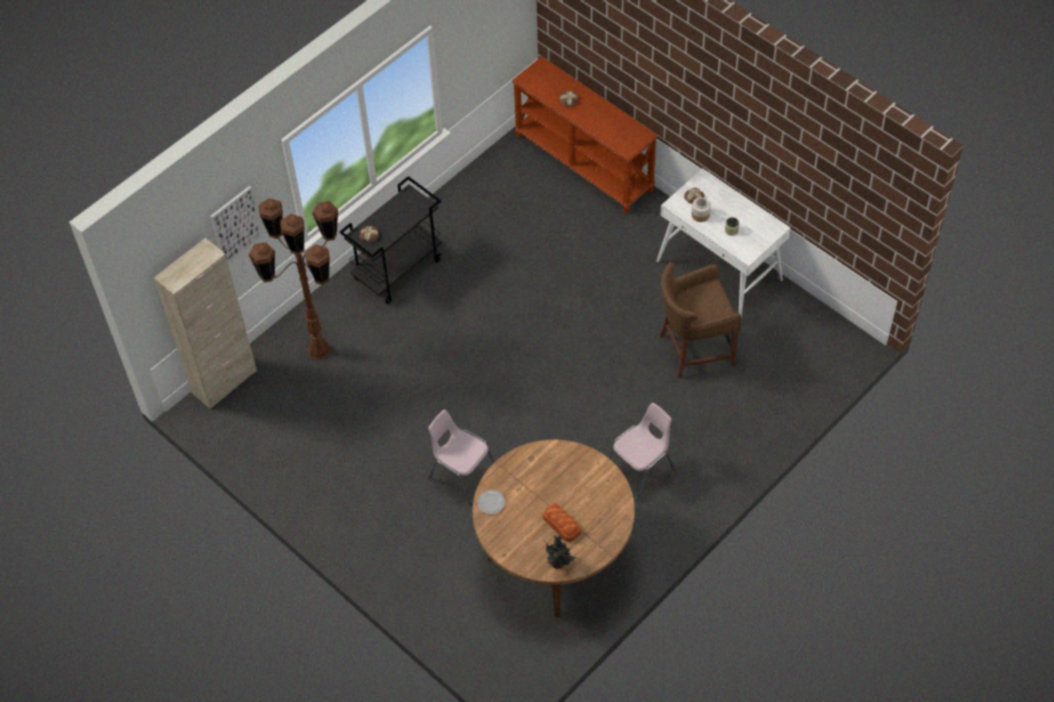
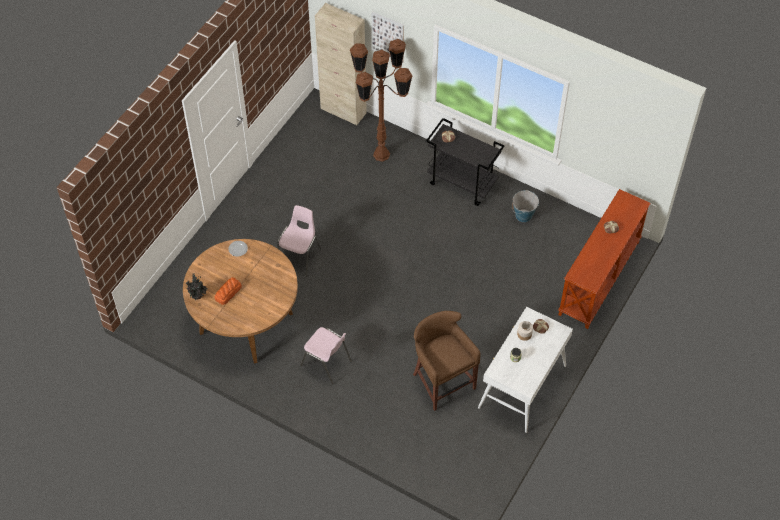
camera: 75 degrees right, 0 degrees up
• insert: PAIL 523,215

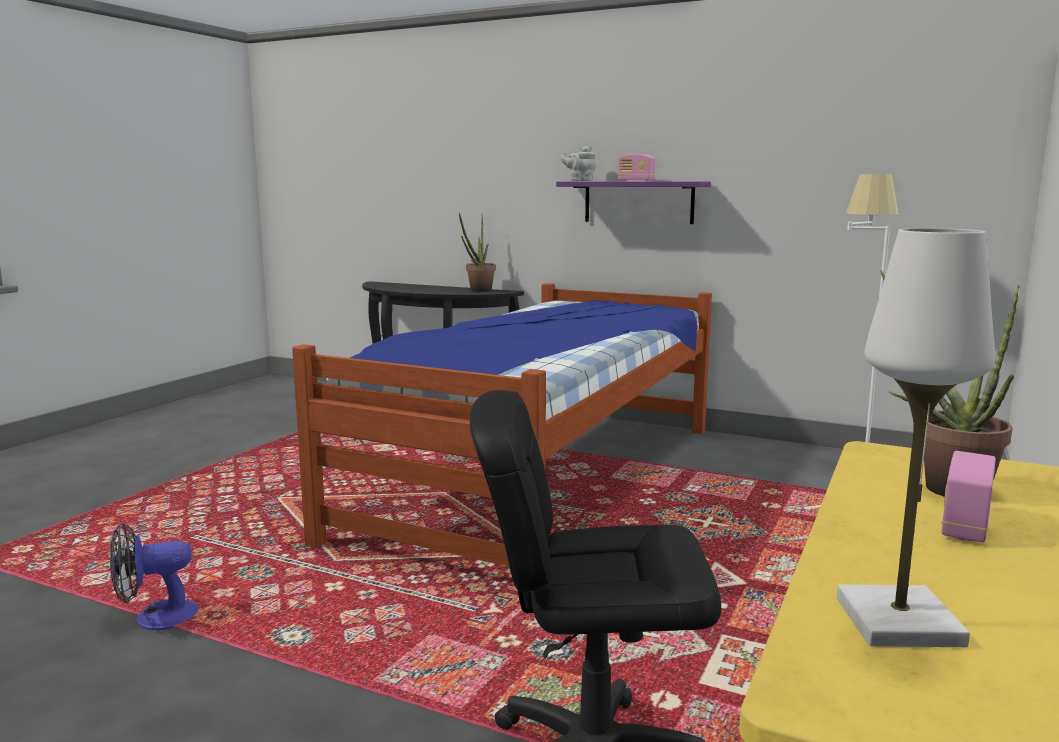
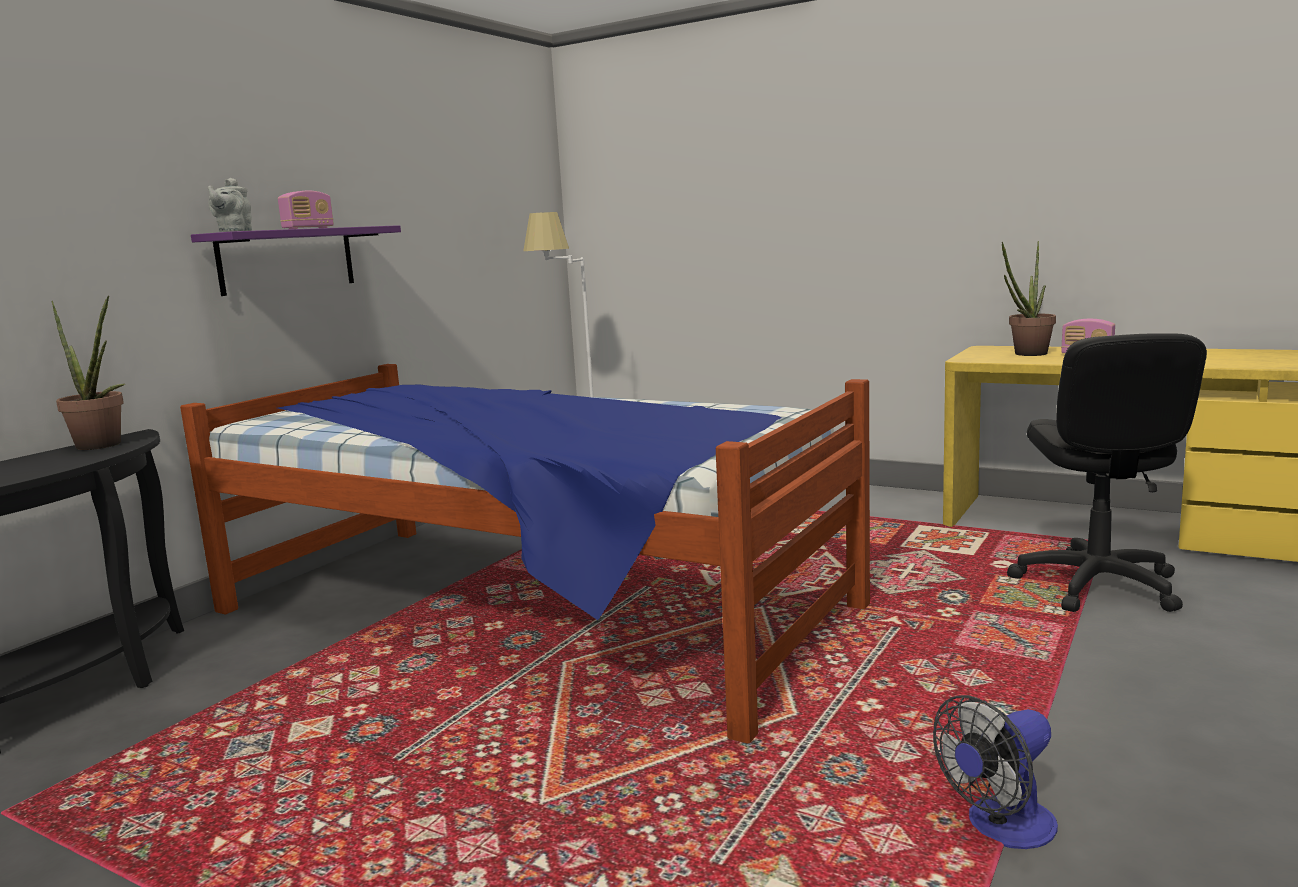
camera: 85 degrees left, 0 degrees up
• rotate: FAN 155,617 = 1000,828 75 degrees clockwise
• delete: WHITE-COLOURED TABLE LAMP 899,622

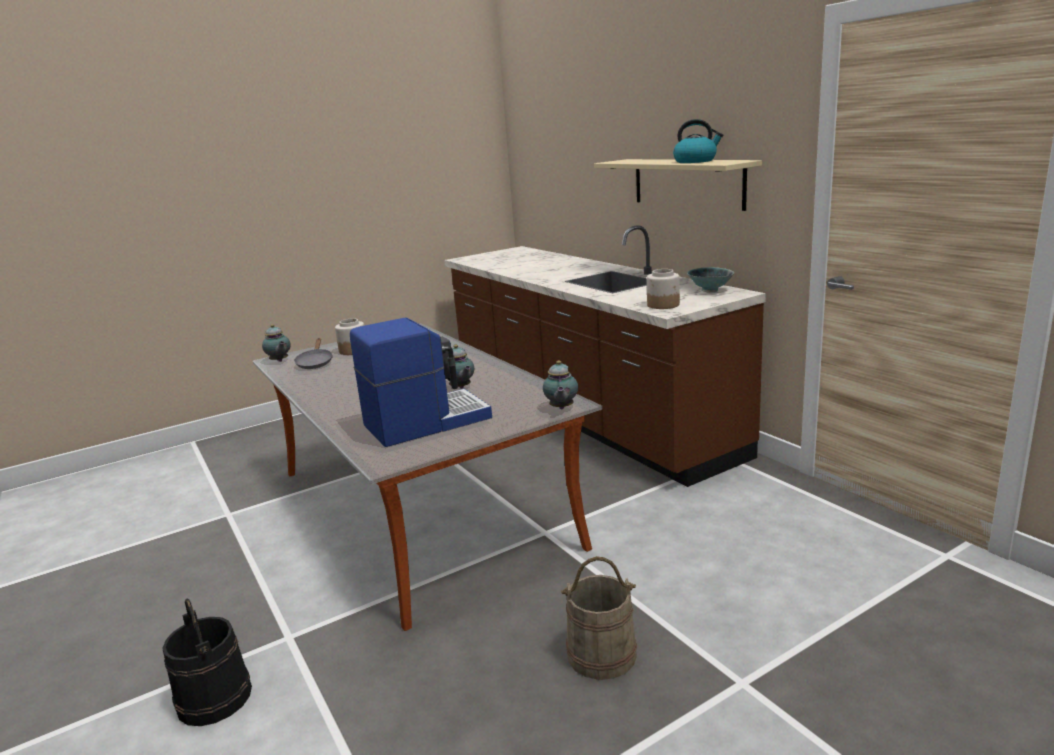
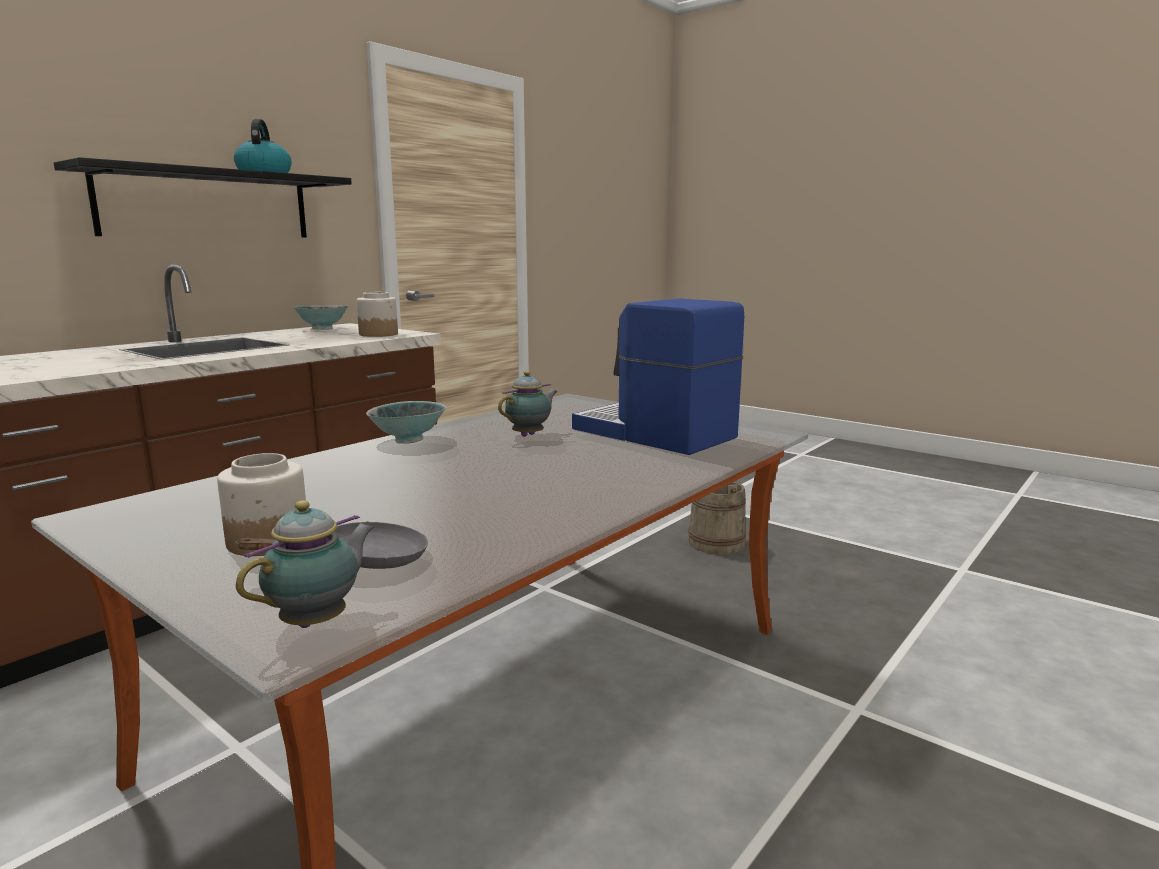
camera: 110 degrees left, 5 degrees down
• recolor: BEIGE-COLOURED SHELF 687,183 to BLACKISH SHELF 207,205
• insert: SERVING BOWL 409,440
• delete: BLACKISH PAIL 214,698
• delete: POT FOR TEA 561,408

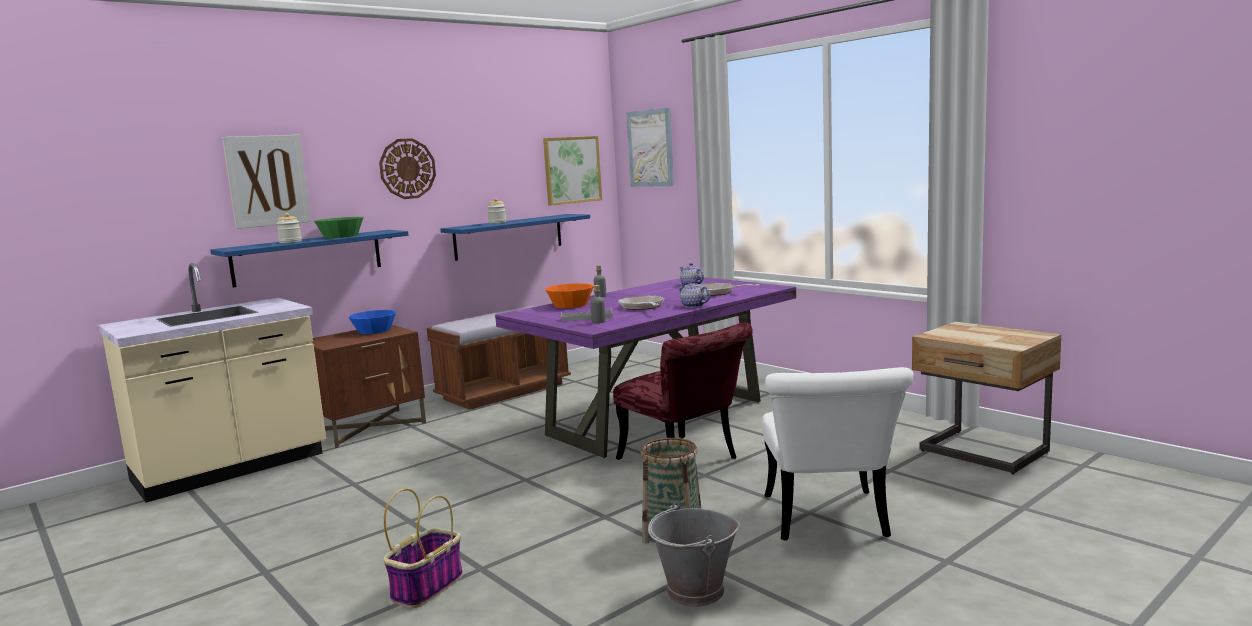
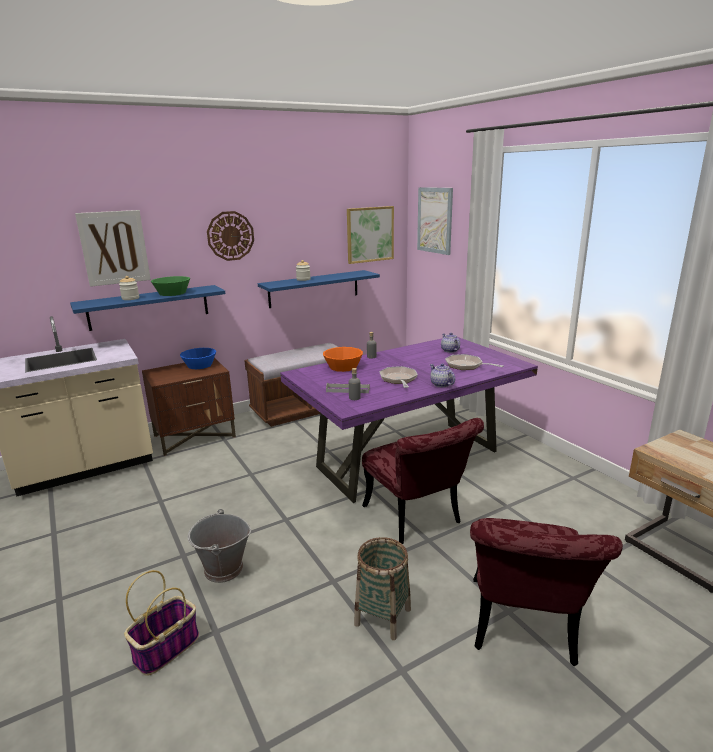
camera: 10 degrees right, 10 degrees up
• move: GREY PAIL 695,591 to 223,569
• recolor: WHITE-COLOURED CHAIR 829,522 to RED CHAIR 523,630

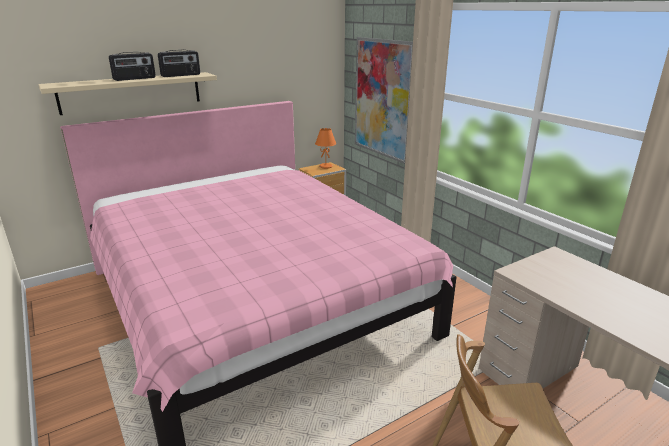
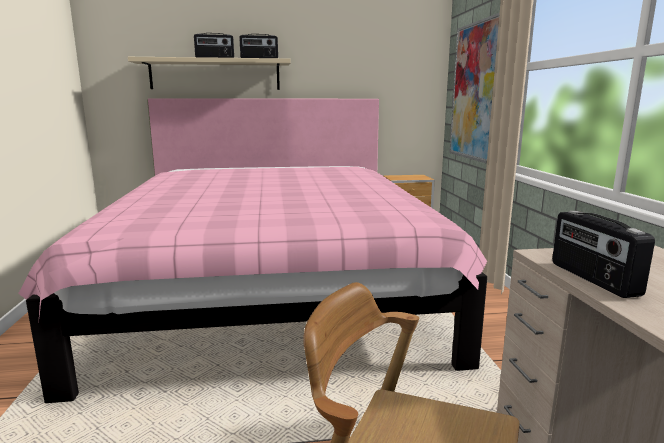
camera: 25 degrees right, 10 degrees down
• insert: RADIO RECEIVER 592,279
• delete: ORANGE TABLE LAMP 326,166

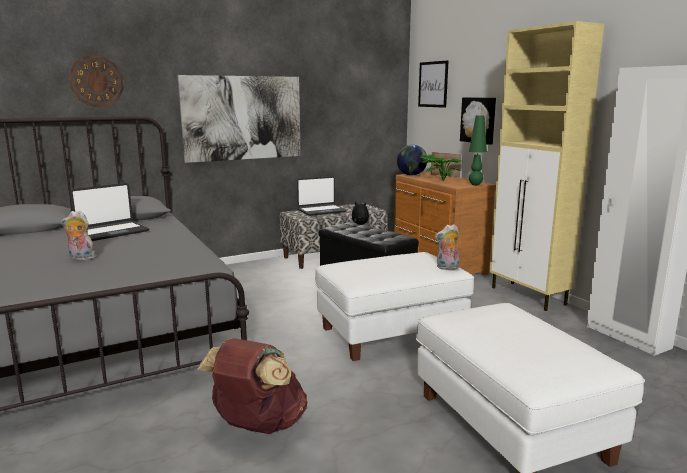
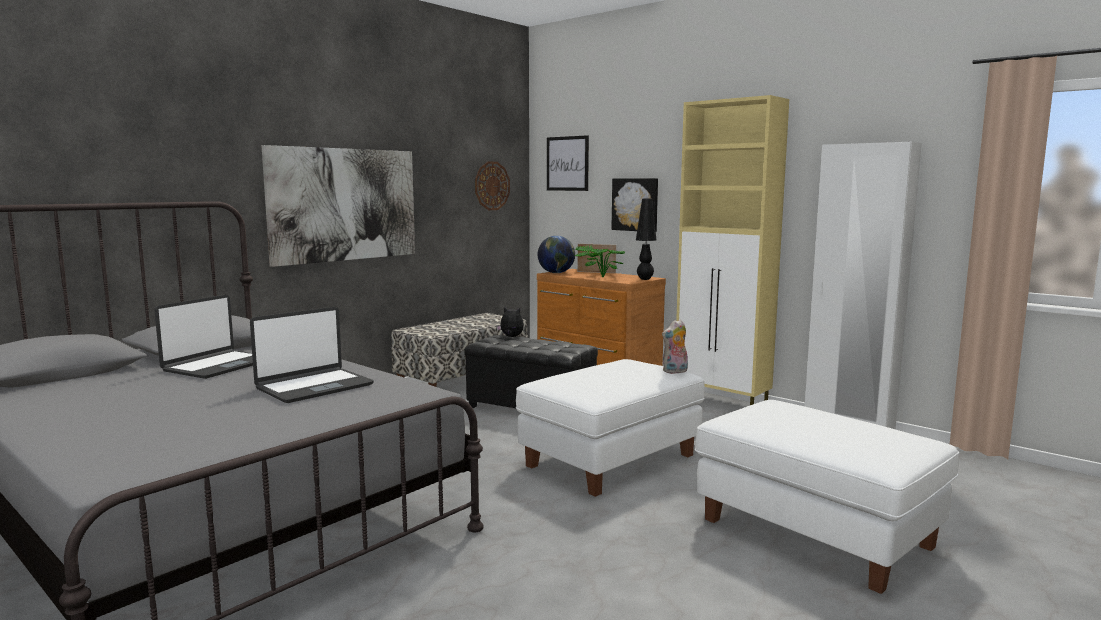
camera: 20 degrees left, 5 degrees down
• move: NOTEBOOK COMPUTER 321,211 to 314,387
• move: HANGING CLOCK 96,81 to 492,186
• recolor: GREEN-COLOURED TABLE LAMP 475,184 to BLACKISH TABLE LAMP 644,279
• delete: PLUSH TOY 80,258
• delete: BROWN-COLOURED BACKPACK 257,426

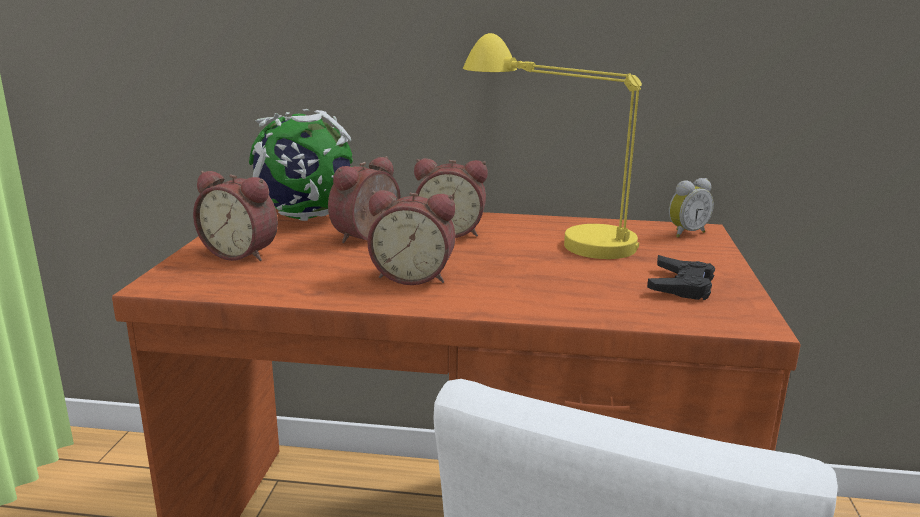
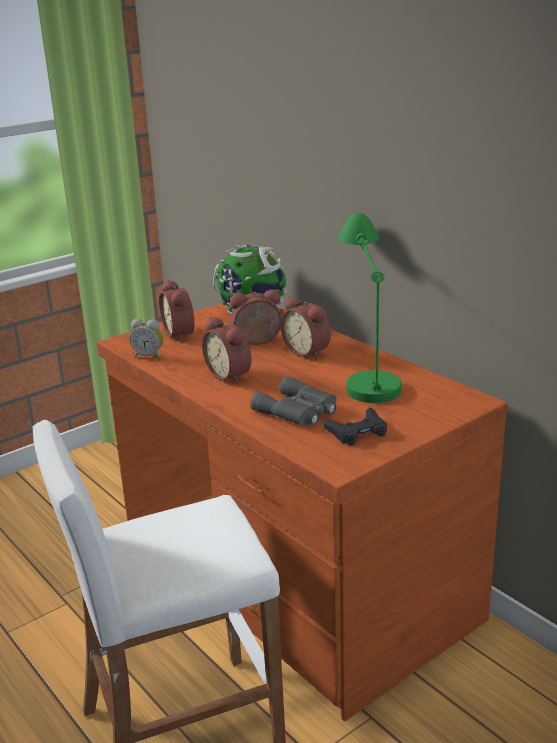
camera: 45 degrees right, 5 degrees up
• move: BEDSIDE CLOCK 685,233 to 149,356
• insert: GREY BINOCULARS 298,411
• recolor: YELLOWISH TABLE LAMP 548,232 to GREEN-COLOURED TABLE LAMP 366,369

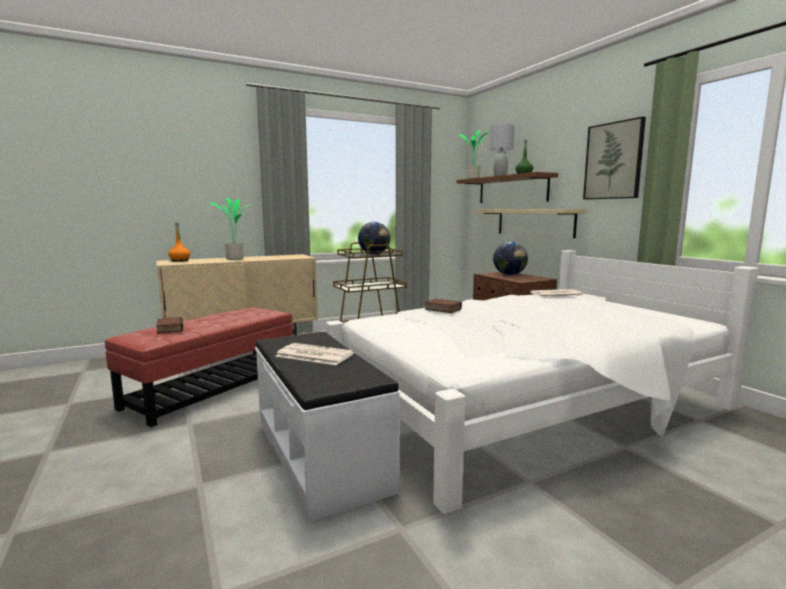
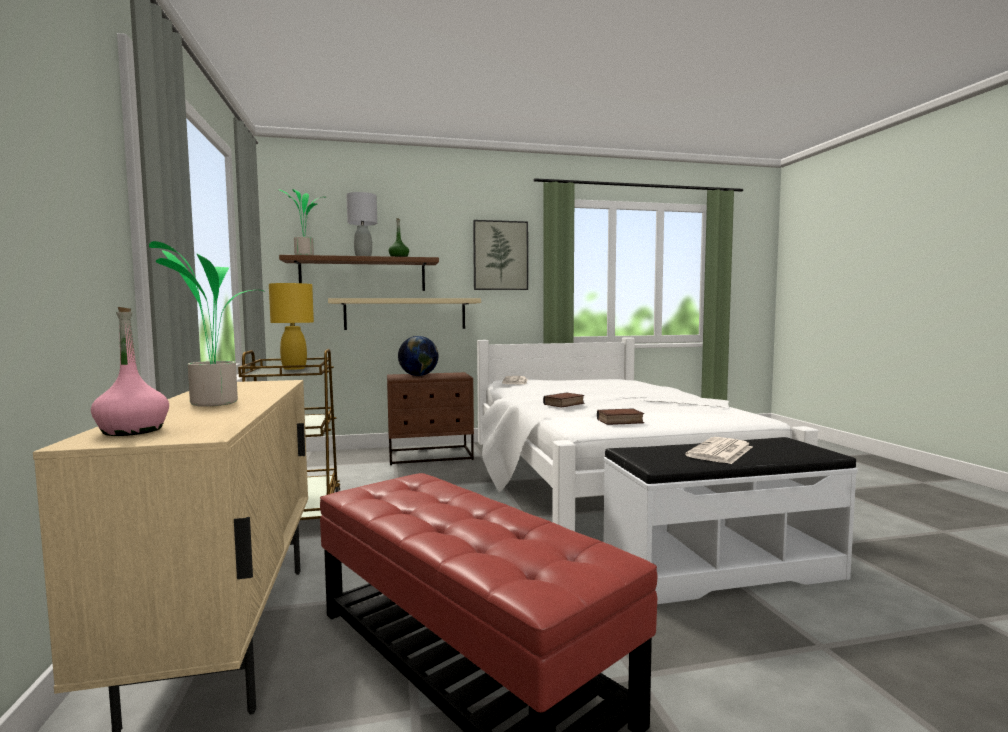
camera: 75 degrees left, 5 degrees down
• recolor: ORANGE DRINK BOTTLE 180,260 to PINKISH DRINK BOTTLE 133,431
• replace: WORLD GLOBE 374,254 to YELLOWISH TABLE LAMP 293,368
• move: BOUND BOOK 169,328 to 620,421

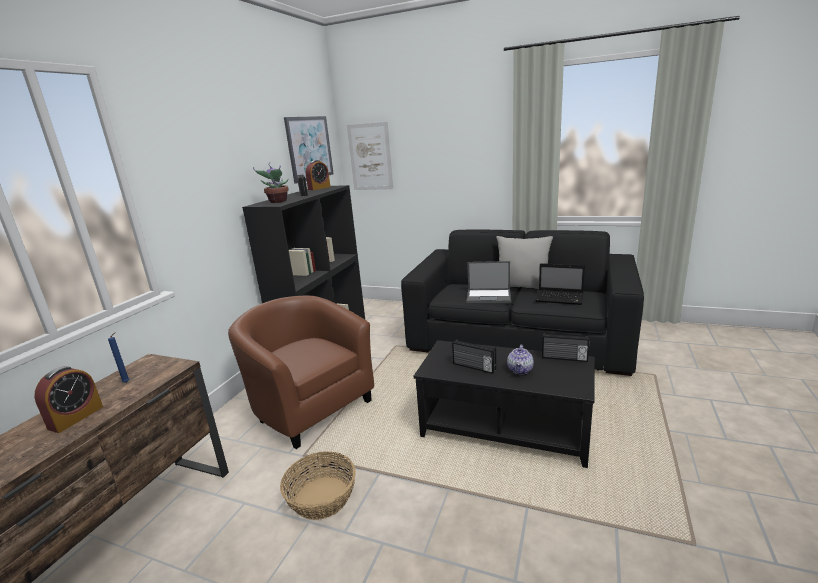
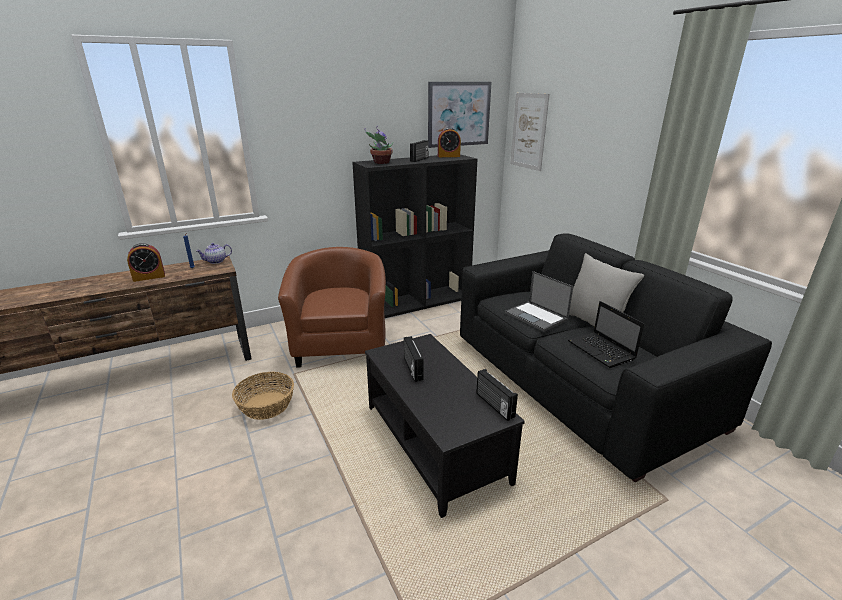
camera: 40 degrees right, 5 degrees up
• move: POT FOR TEA 520,370 to 216,261

